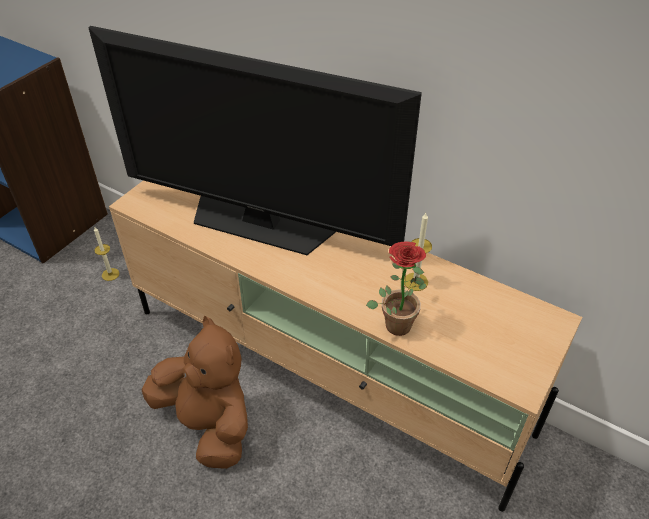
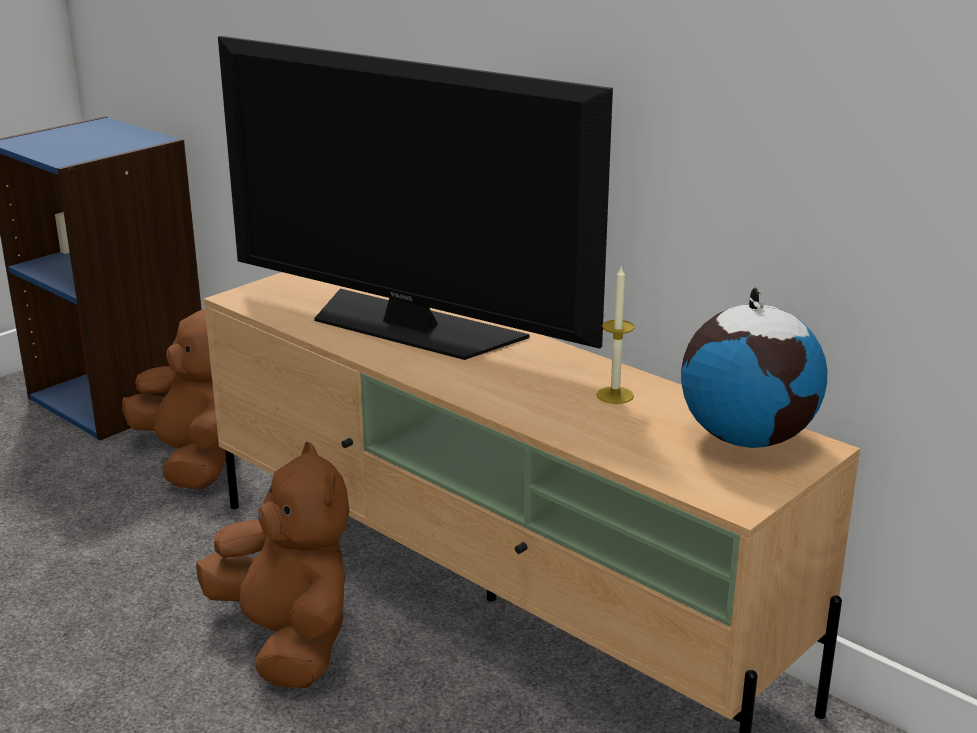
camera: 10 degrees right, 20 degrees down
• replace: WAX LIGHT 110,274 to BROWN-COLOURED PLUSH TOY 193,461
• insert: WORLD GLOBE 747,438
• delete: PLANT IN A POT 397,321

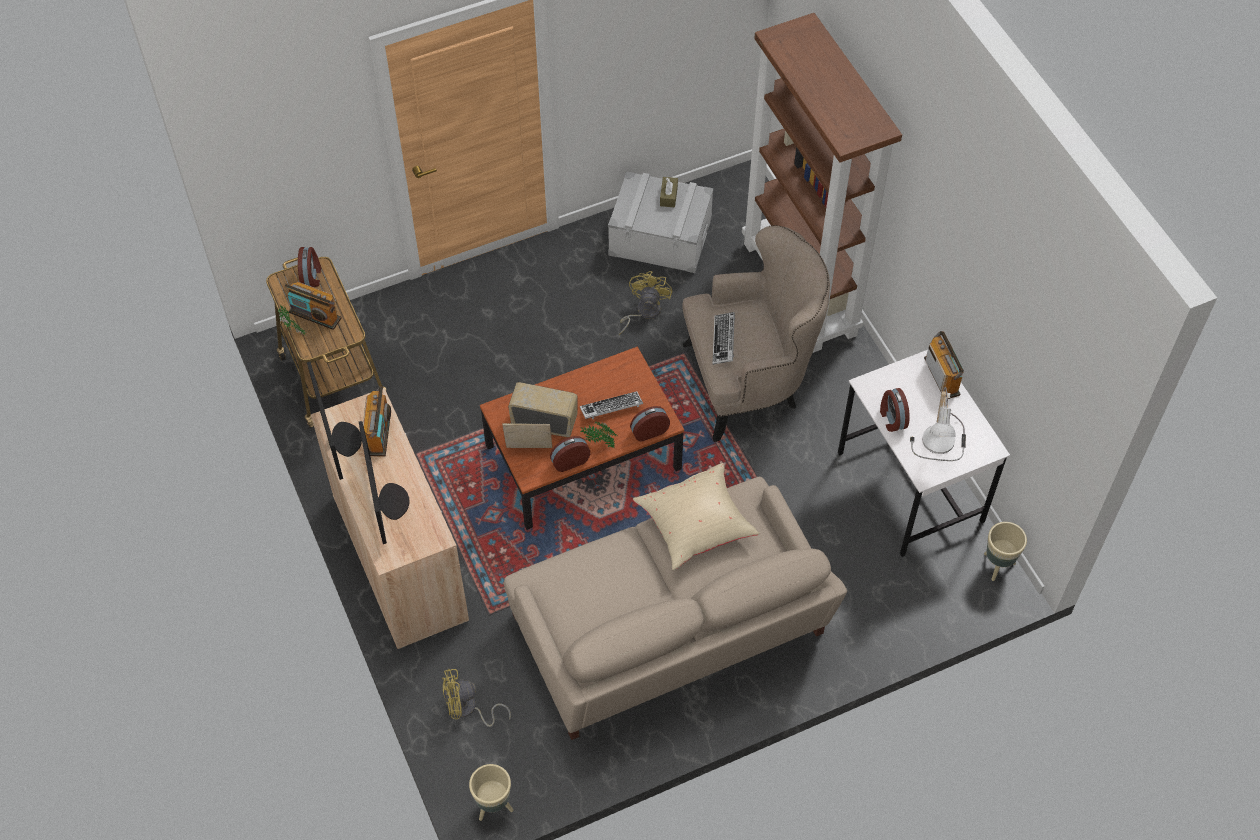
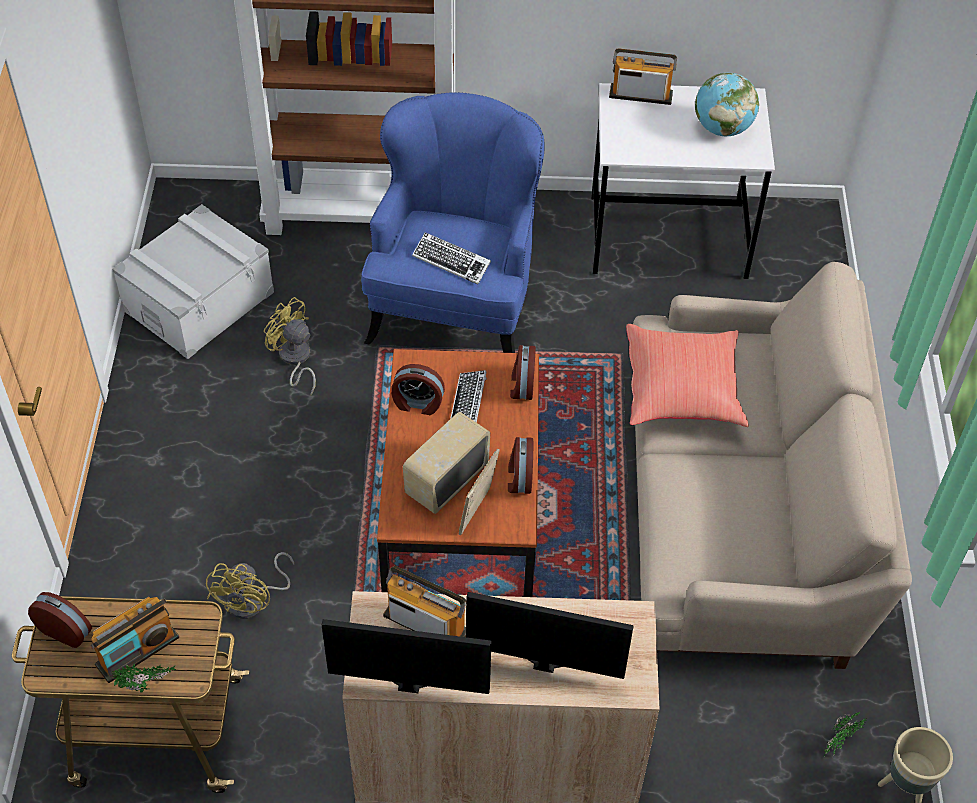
camera: 65 degrees left, 5 degrees down
• move: YELLOWISH FAN 467,709 to 253,601
• recolor: BEIGE-COLOURED LOUNGE CHAIR 749,382 to BLUE LOUNGE CHAIR 455,307
• move: BEDSIDE CLOCK 892,419 to 417,404
• recolor: BEIGE-COLOURED PILLOW 696,526 to RED PILLOW 682,391
• replace: TABLE LAMP 941,442 to WORLD GLOBE 722,128
• move: PLANT IN A POT 599,442 to 837,743
• delete: BROWN-COLOURED TISSUE BOX 668,196
• delete: BEIGE-COLOURED PLANT POT 997,566

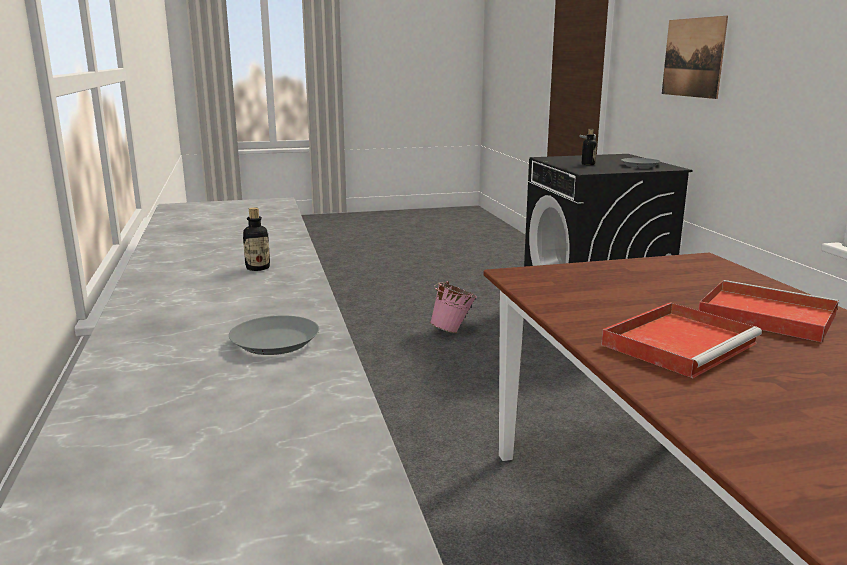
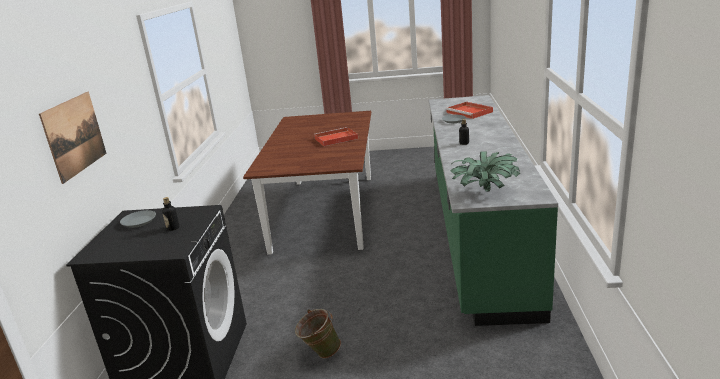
camera: 160 degrees left, 5 degrees up
• recolor: PINKISH PAIL 453,331 to GREEN-COLOURED PAIL 320,353
• move: RED TRAY 763,315 to 470,112
• insert: PLANT IN A POT 485,192

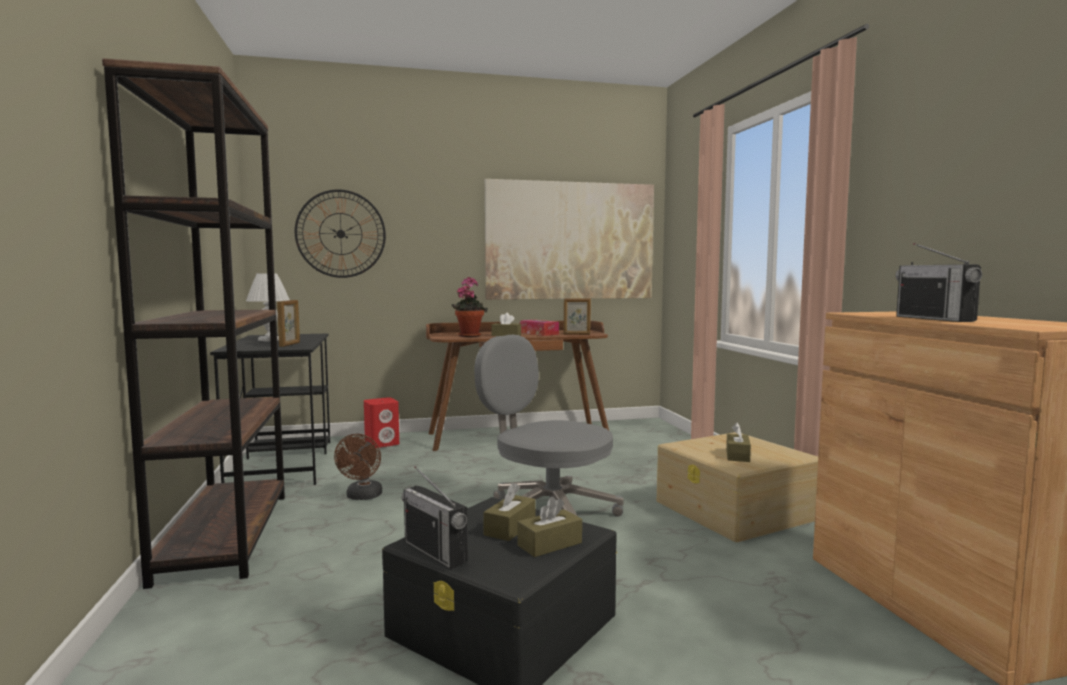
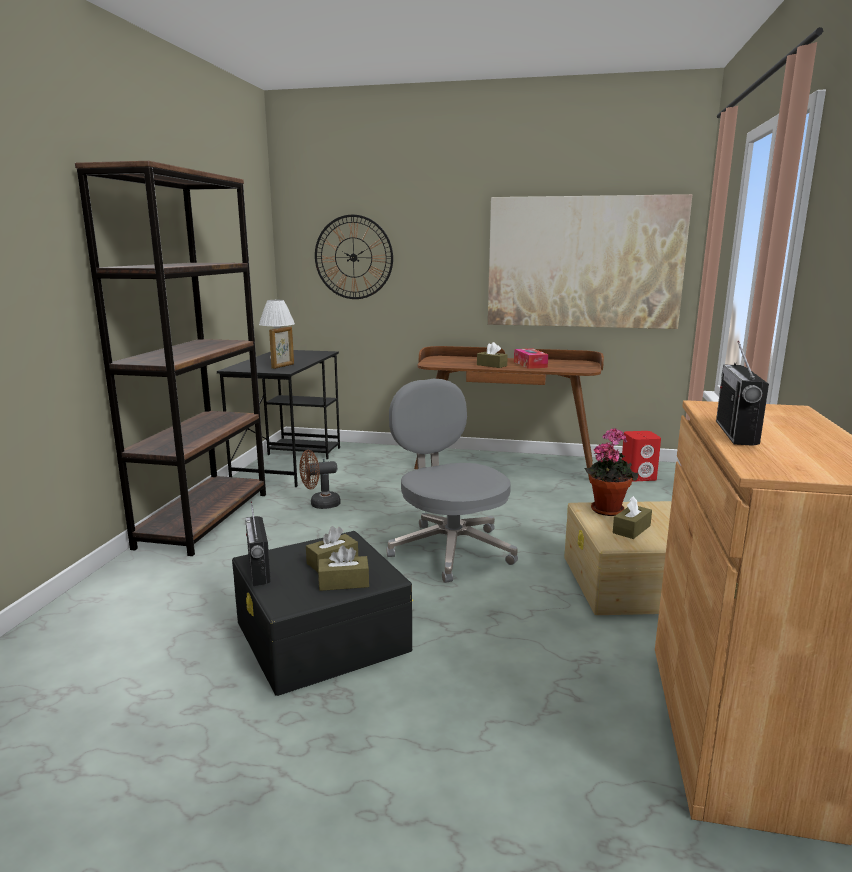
camera: 25 degrees right, 10 degrees up
• rotate: BROWN-COLOURED FAN 362,497 = 320,504 45 degrees clockwise
• move: PLANT IN A POT 469,335 to 607,509
• move: RED AUDIO SPEAKER 382,443 to 638,476
• delete: PICTURE FRAME 576,334

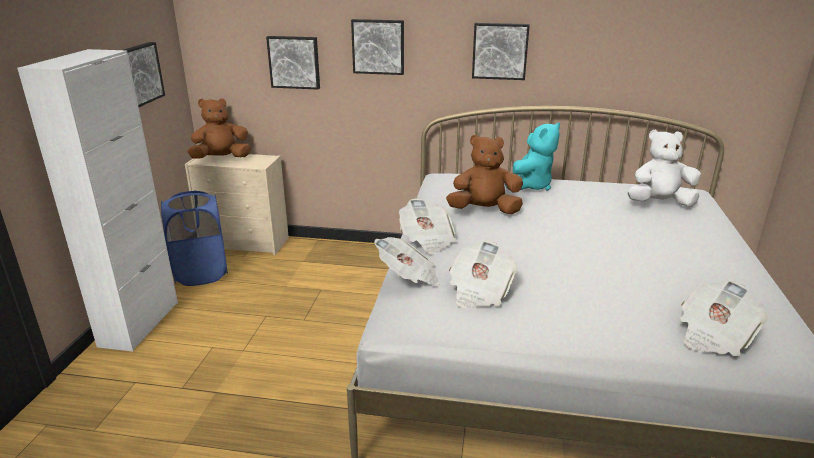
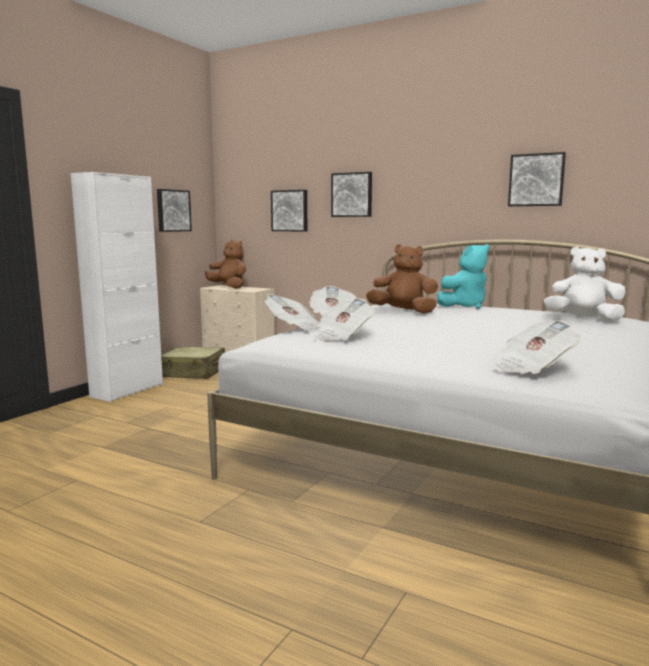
camera: 20 degrees right, 15 degrees down
• replace: BLUE LAUNDRY BASKET 201,273 to BEIGE-COLOURED SUITCASE 193,373
• rotate: BROWN-COLOURED PLUSH TOY 221,159 = 229,287 45 degrees clockwise
• move: WALL ART 500,51 to 536,180

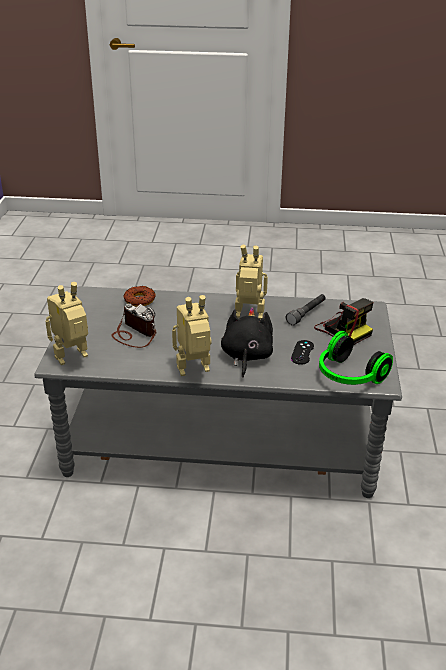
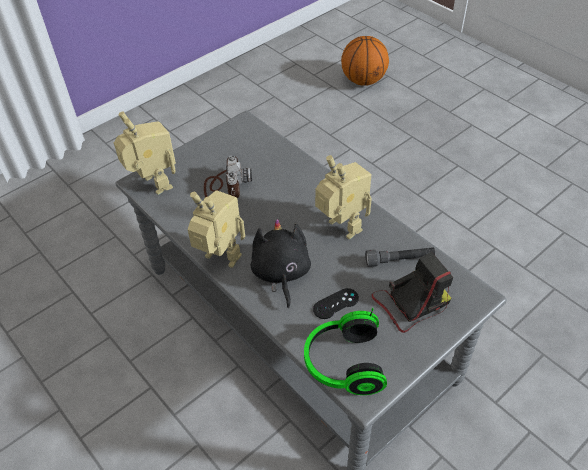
camera: 45 degrees right, 15 degrees up
• rotate: ROBOT FIGURE 73,359 = 153,185 45 degrees clockwise
• rotate: BLACKISH PLUSH TOY 246,357 = 281,273 60 degrees counterclockwise
• insert: BASKETBALL 363,81
• rotate: PHOTO CAMERA 342,329 = 410,303 120 degrees counterclockwise
• delete: DOUGHNUT 139,300

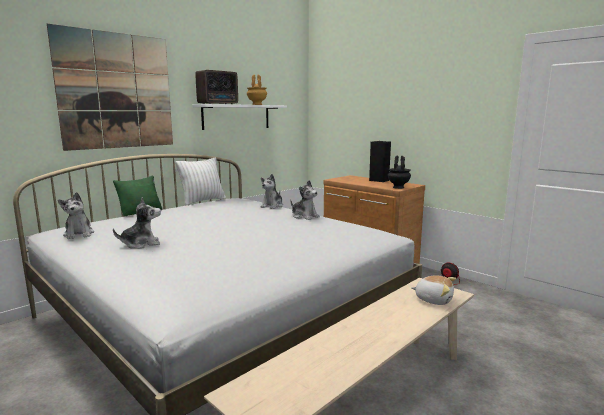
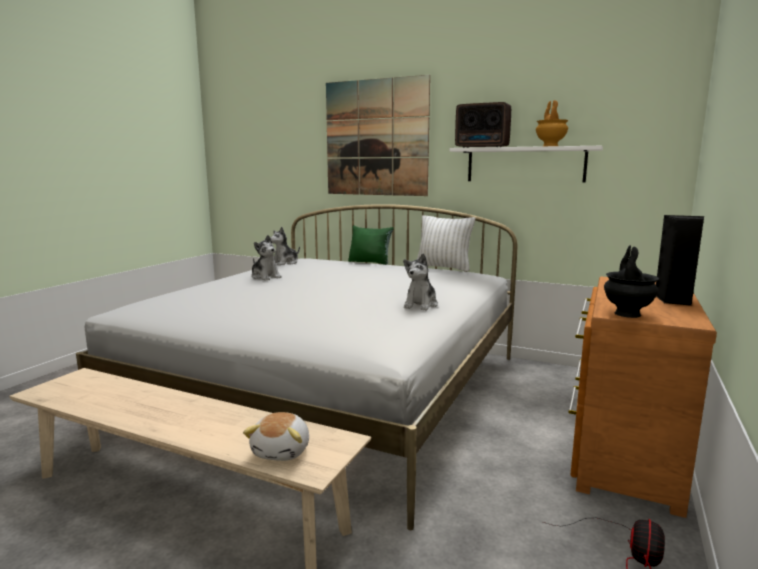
camera: 70 degrees right, 0 degrees up
• delete: PLUSH TOY 272,206

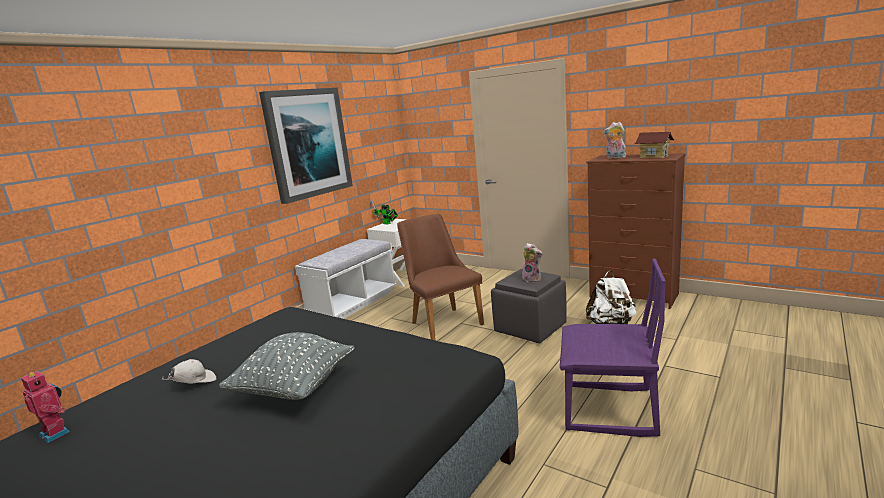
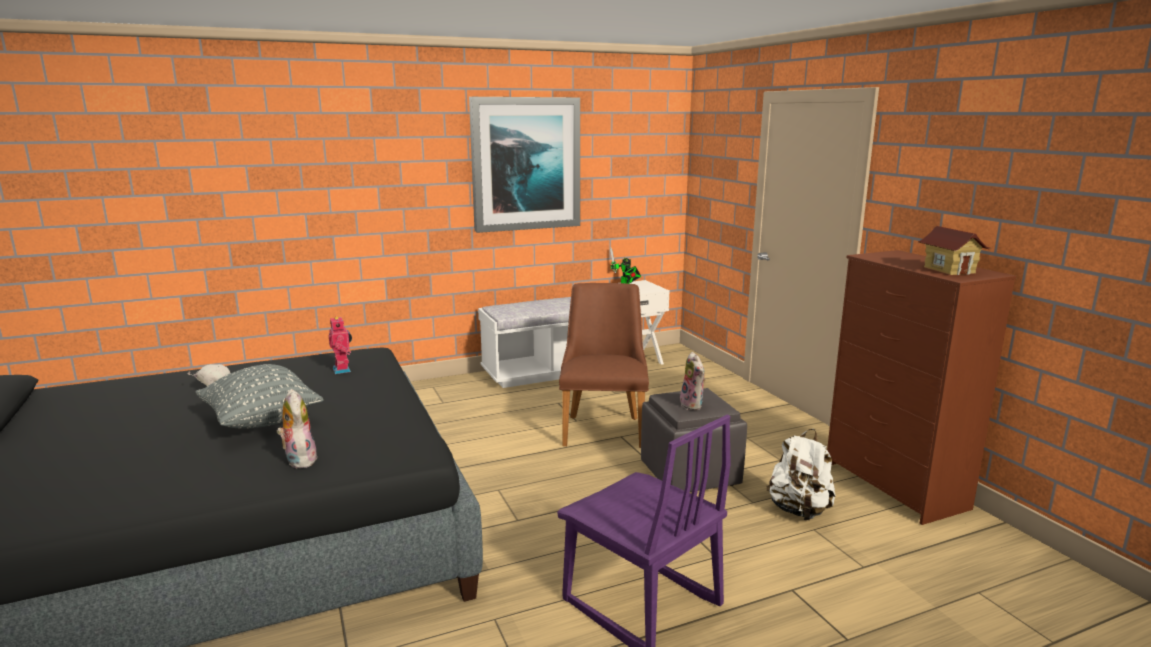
camera: 30 degrees right, 0 degrees up
• move: PLUSH TOY 615,158 to 298,460
• move: ROBOT FIGURE 57,433 to 343,370

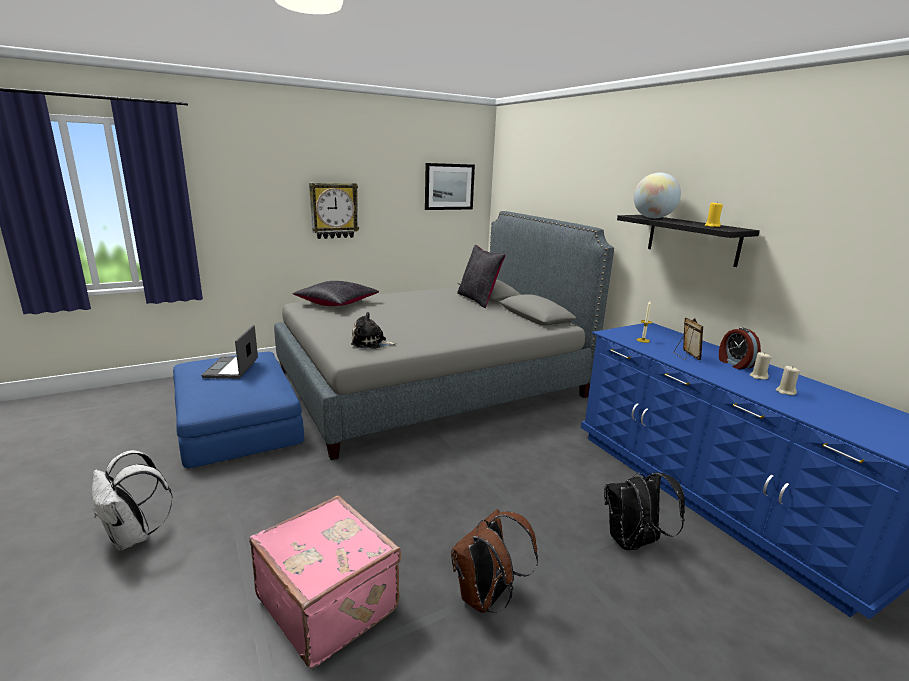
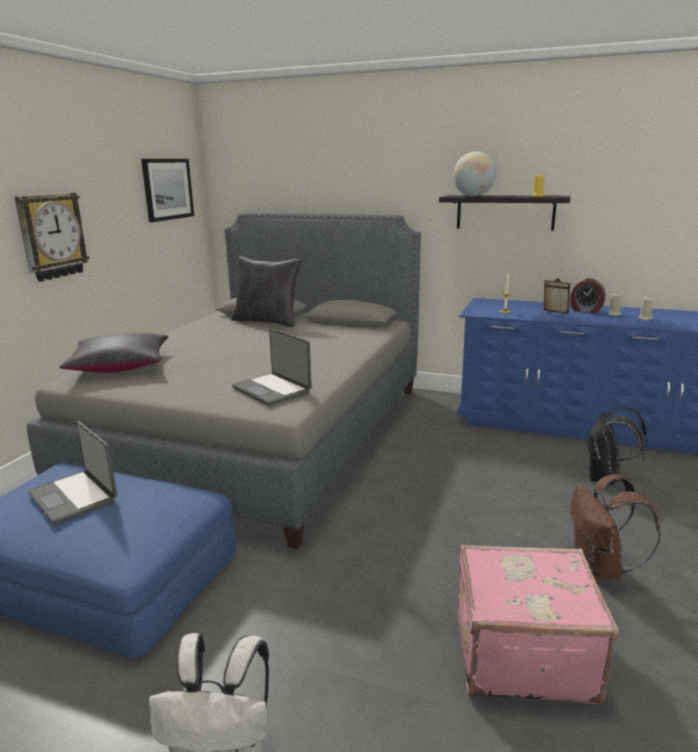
camera: 40 degrees left, 0 degrees up
• replace: PLUSH TOY 371,343 to NOTEBOOK COMPUTER 273,390

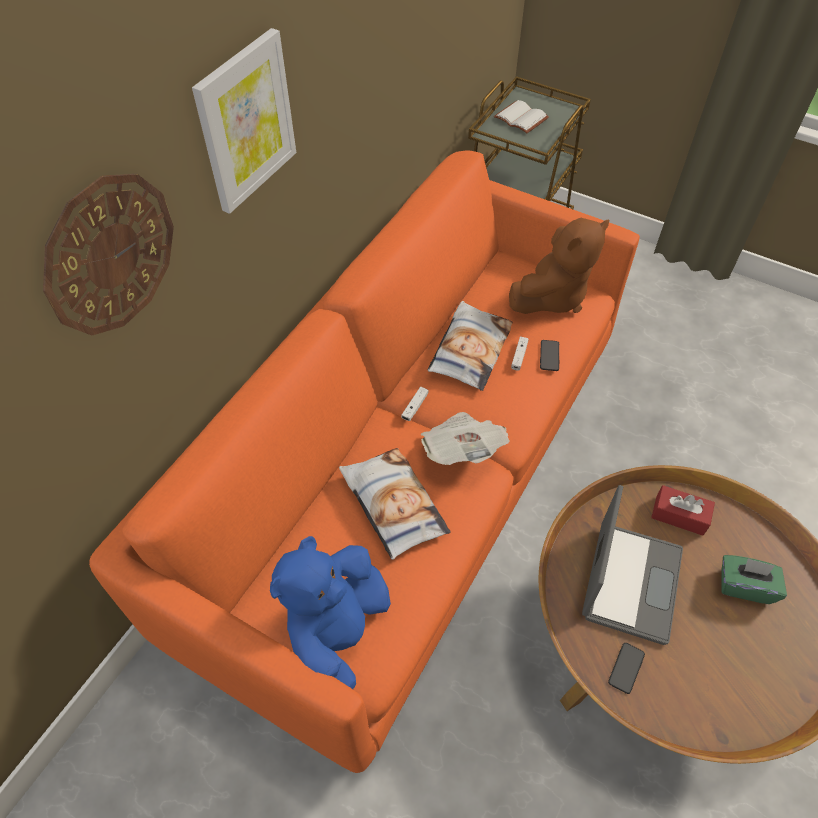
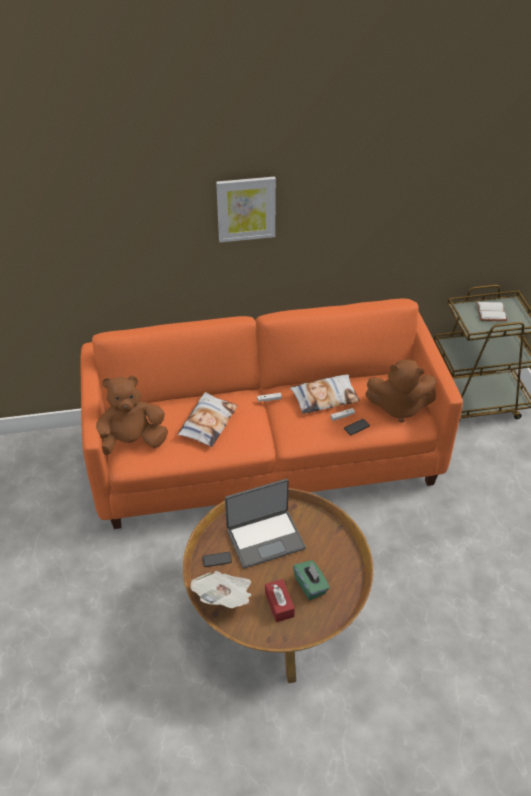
camera: 50 degrees right, 10 degrees down
• recolor: BLUE PLUSH TOY 337,633 to BROWN-COLOURED PLUSH TOY 131,442
• move: NEWSPAPER 462,450 to 224,597
• move: RED TISSUE BOX 679,515 to 279,604
• delete: HANGING CLOCK 110,255

